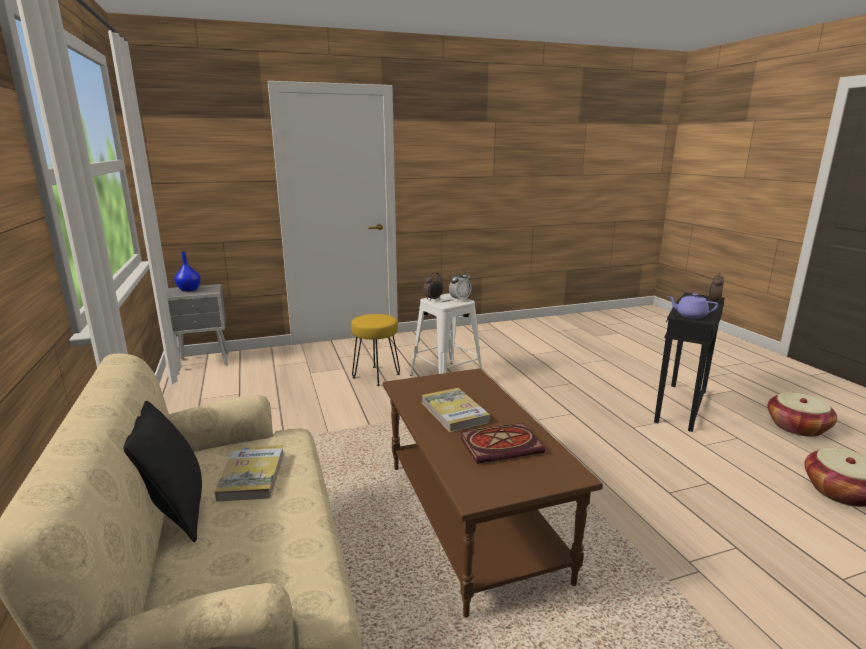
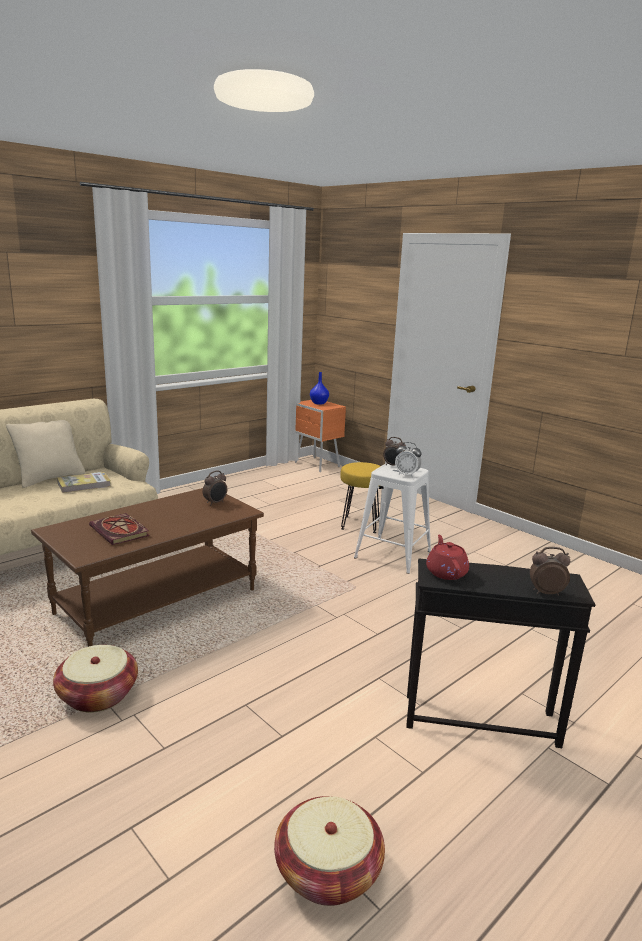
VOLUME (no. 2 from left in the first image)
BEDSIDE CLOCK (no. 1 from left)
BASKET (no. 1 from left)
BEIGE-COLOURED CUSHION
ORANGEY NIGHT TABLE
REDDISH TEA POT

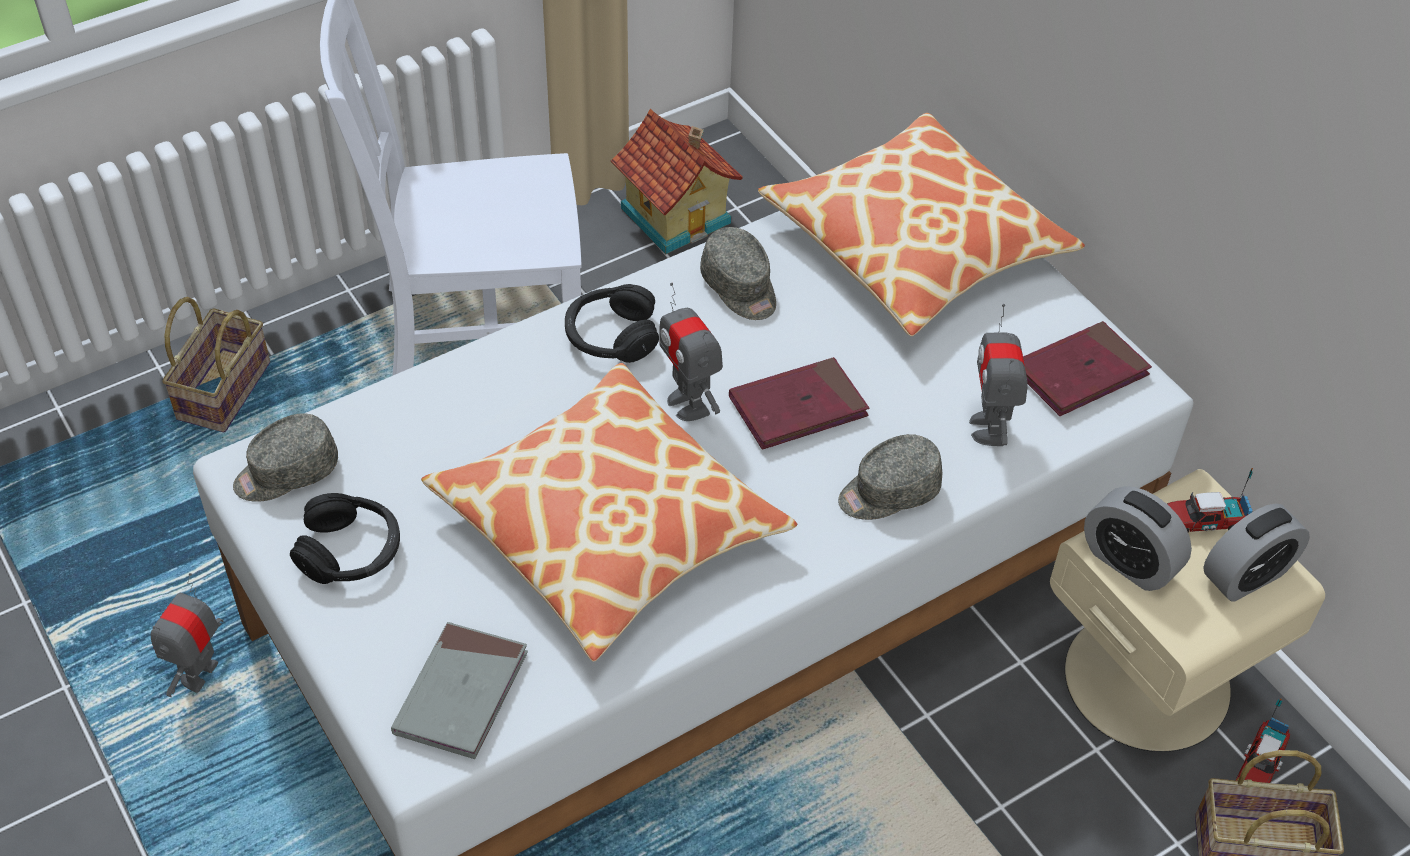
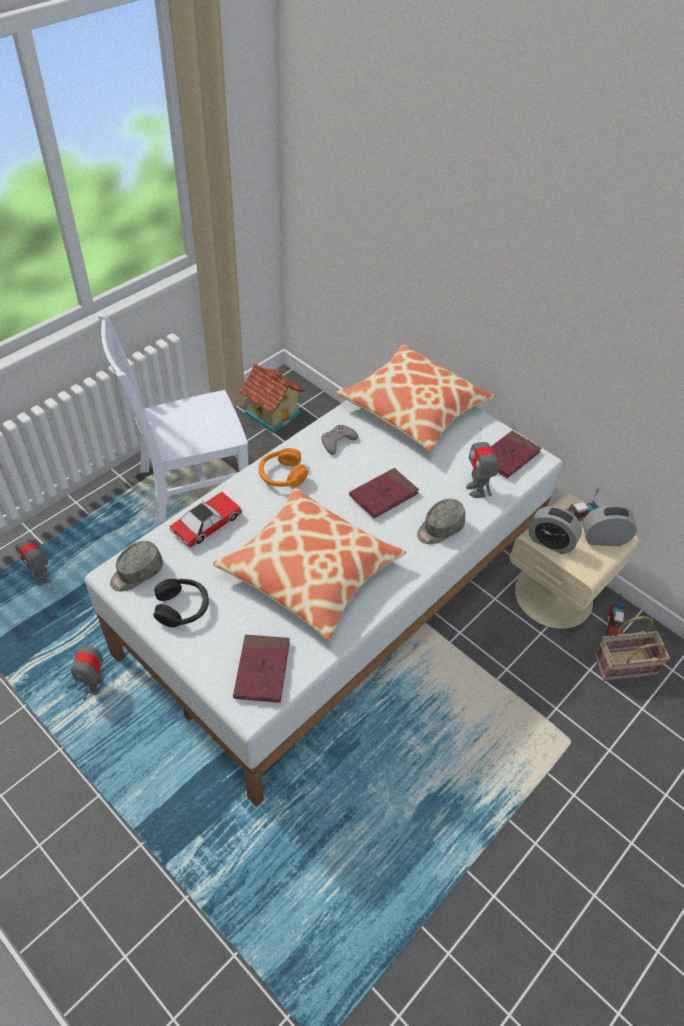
BASKET (no. 1 from left in the first image)
MINIATURE CAR
TOY ROBOT (no. 1 from left)
GREY JOYPAD
REDDISH VOLUME (no. 1 from left)
ORANGEY PAIR OF HEADPHONES
BEDSIDE CLOCK (no. 2 from left)

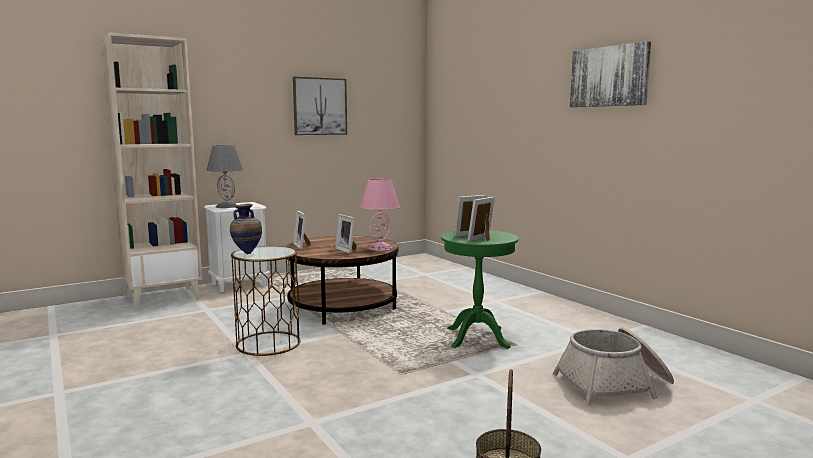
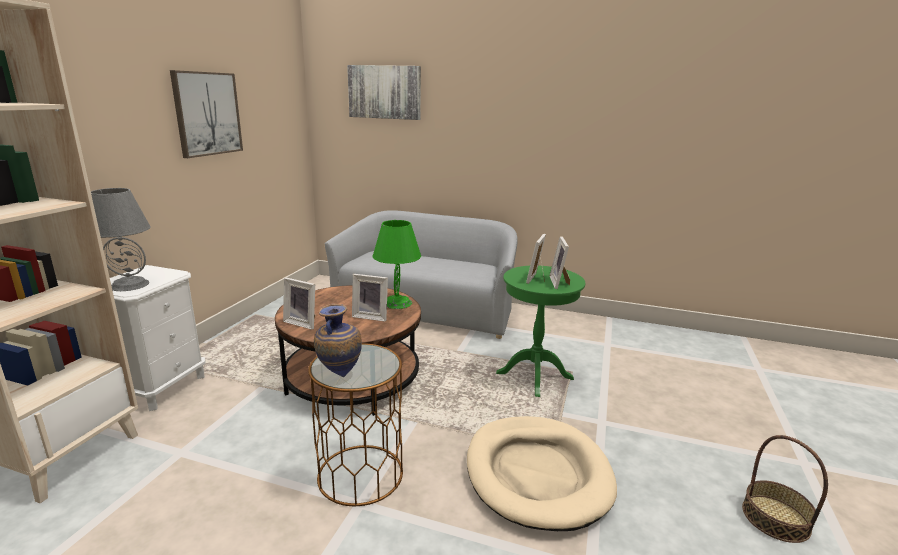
BASKET (no. 2 from left in the first image)
GREY SOFA
BEIGE-COLOURED PET BED
WALL ART (no. 2 from left)
GREENISH TABLETOP LAMP

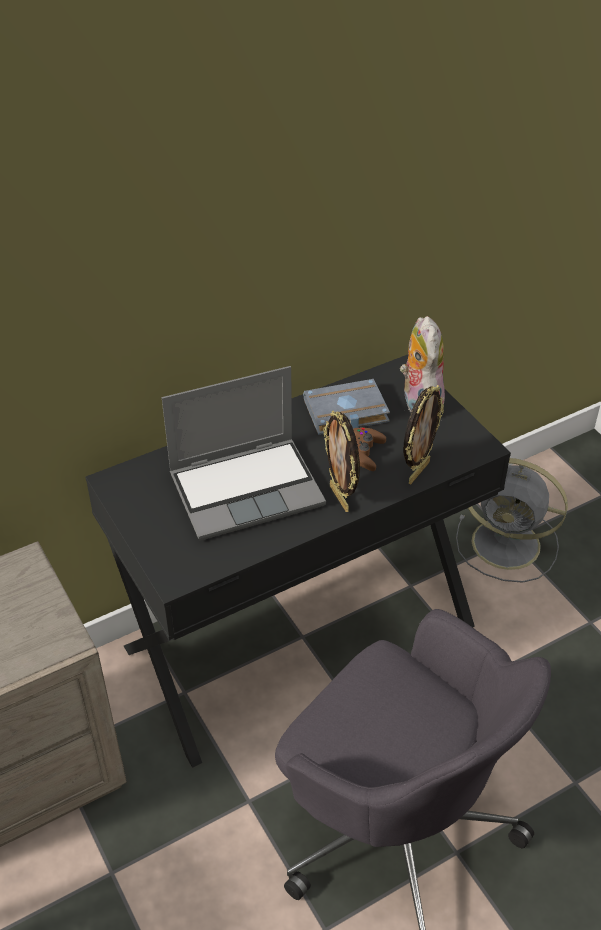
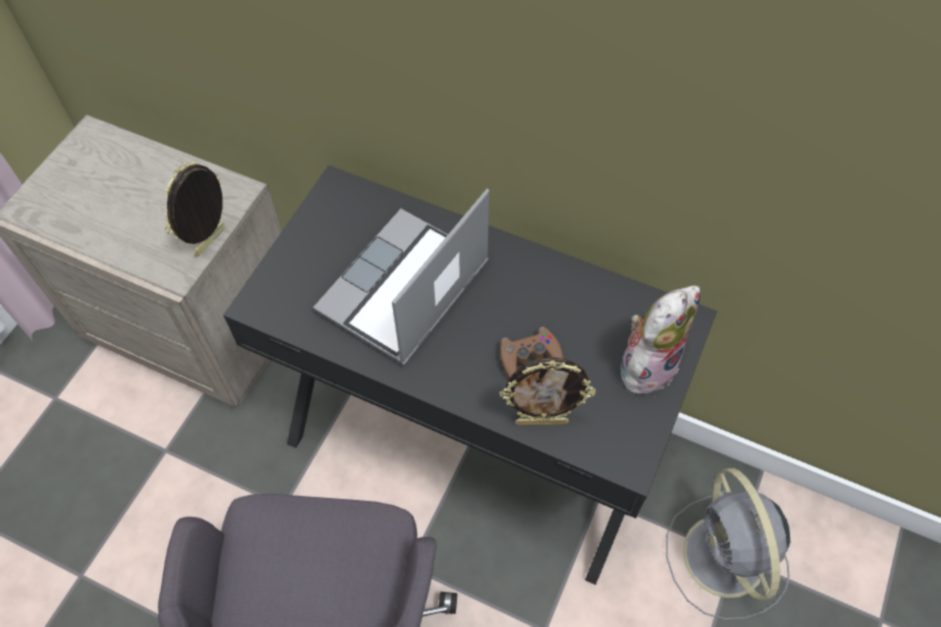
GREY VOLUME
PICTURE FRAME (no. 1 from left)
NOTEBOOK COMPUTER

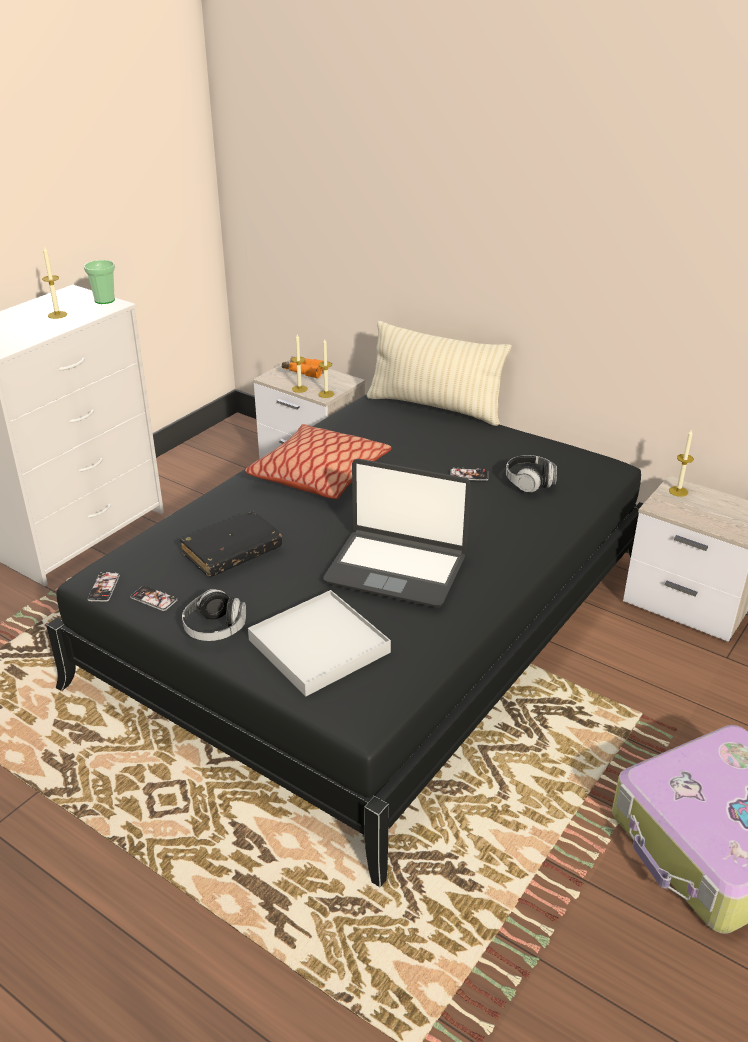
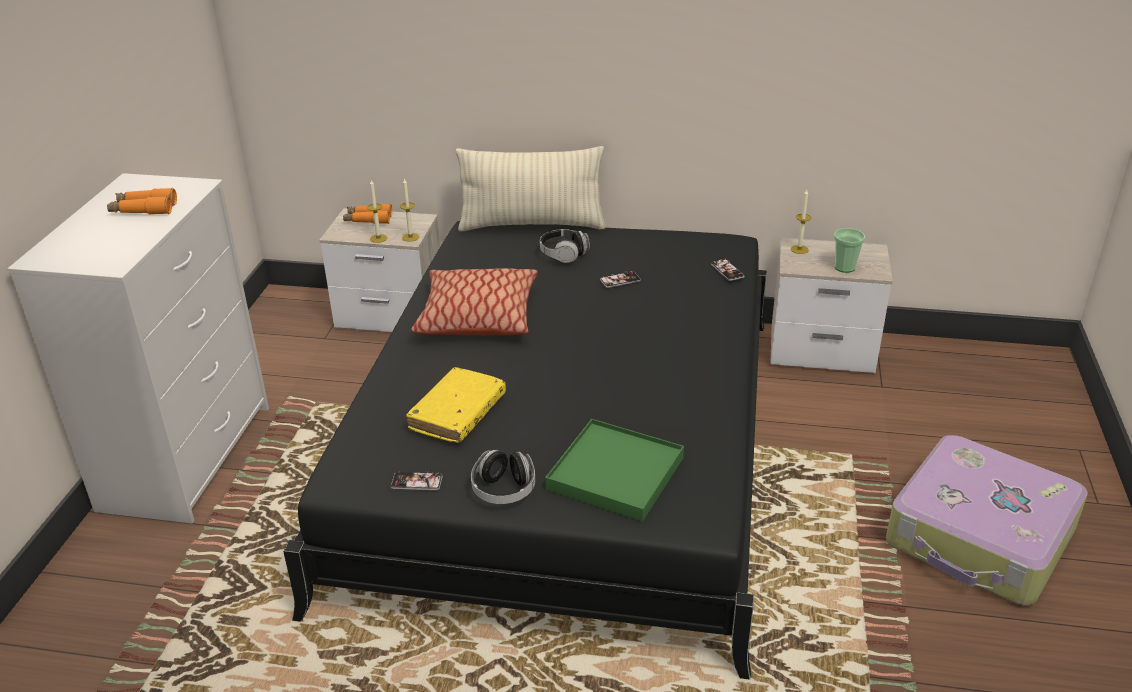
NOTEBOOK COMPUTER
SMALL CUP
PHONE (no. 3 from left)
PAIR OF HEADPHONES (no. 2 from left)
ORANGEY FIELD GLASSES (no. 1 from left)
YELLOW VOLUME
GREENISH TRAY

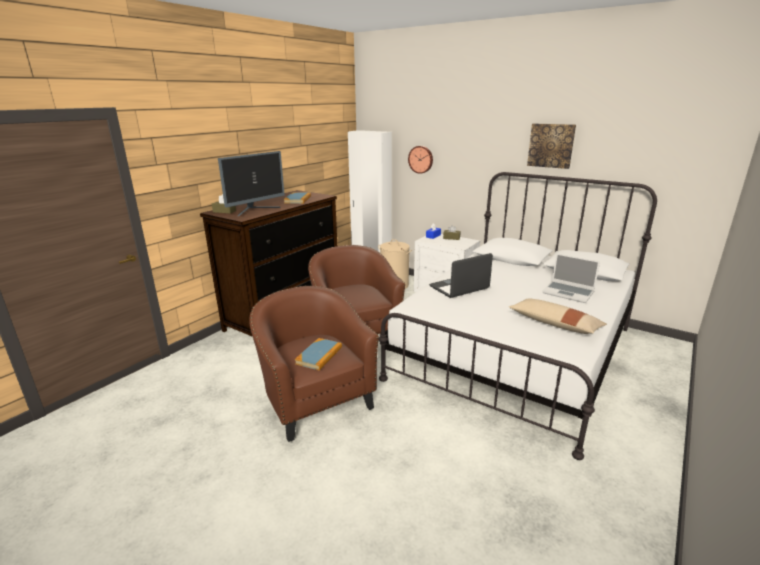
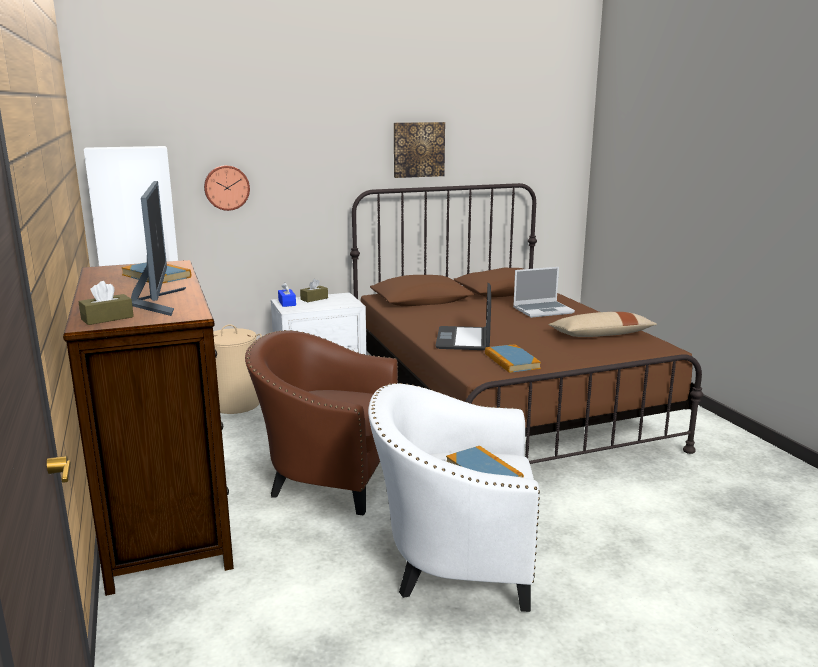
VOLUME (no. 3 from left)
WHITISH LOUNGE CHAIR
BROWN BEDROOM BED

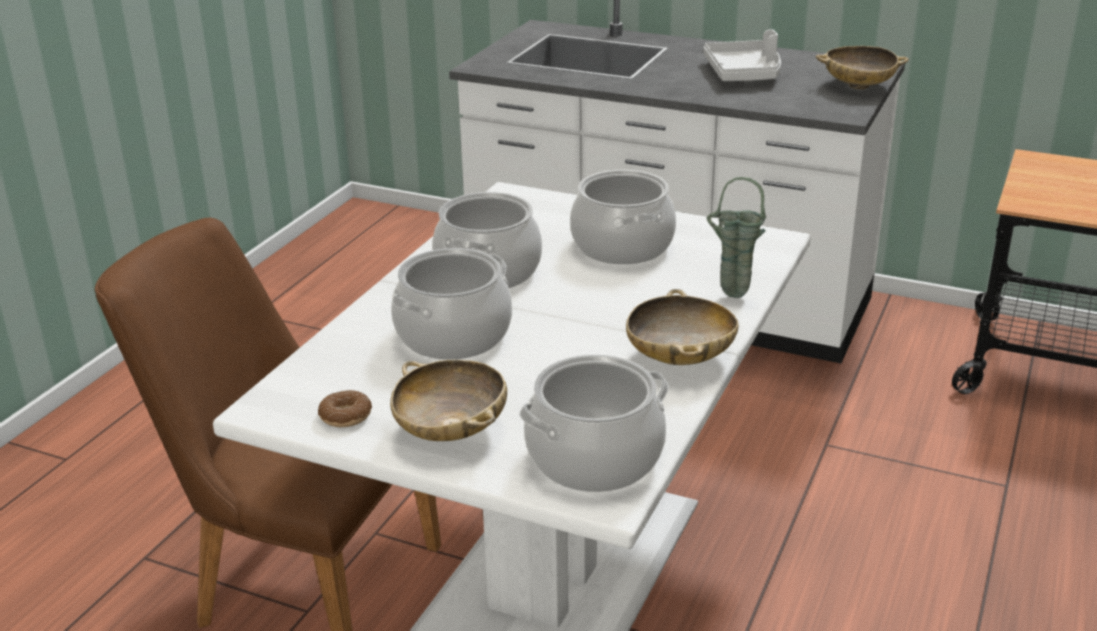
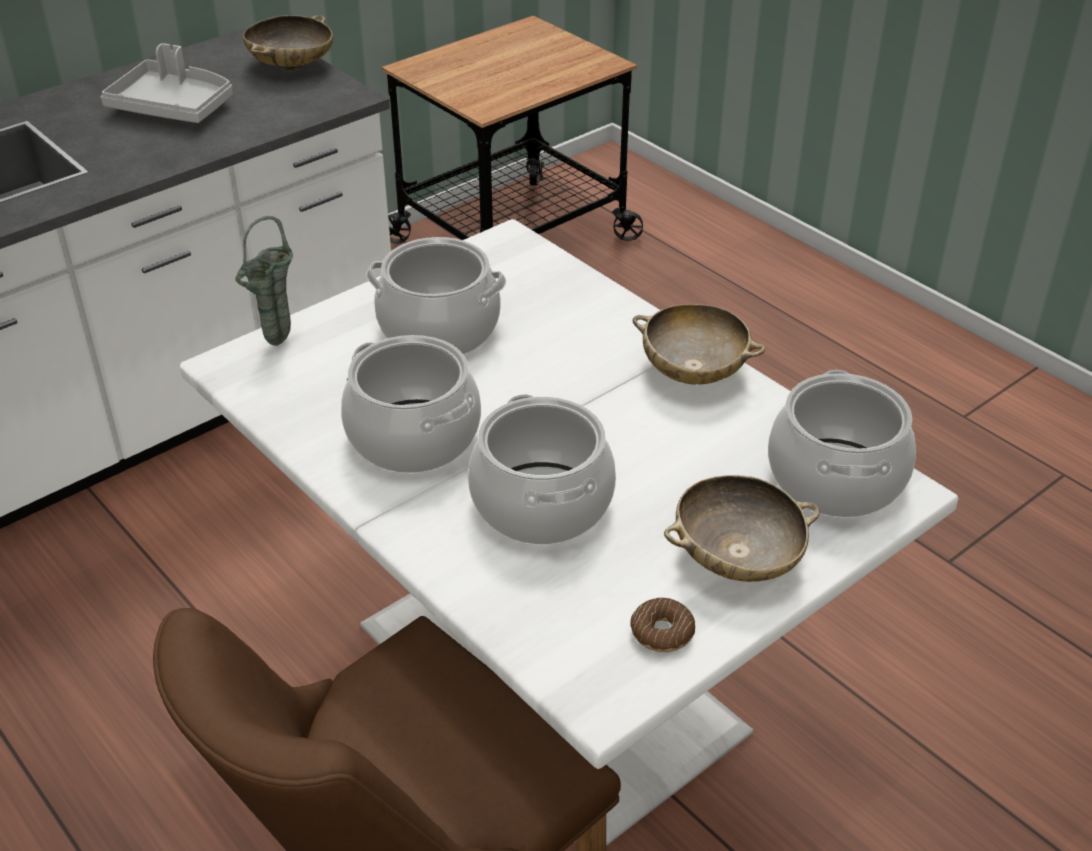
GREENISH DECORATIVE VASE

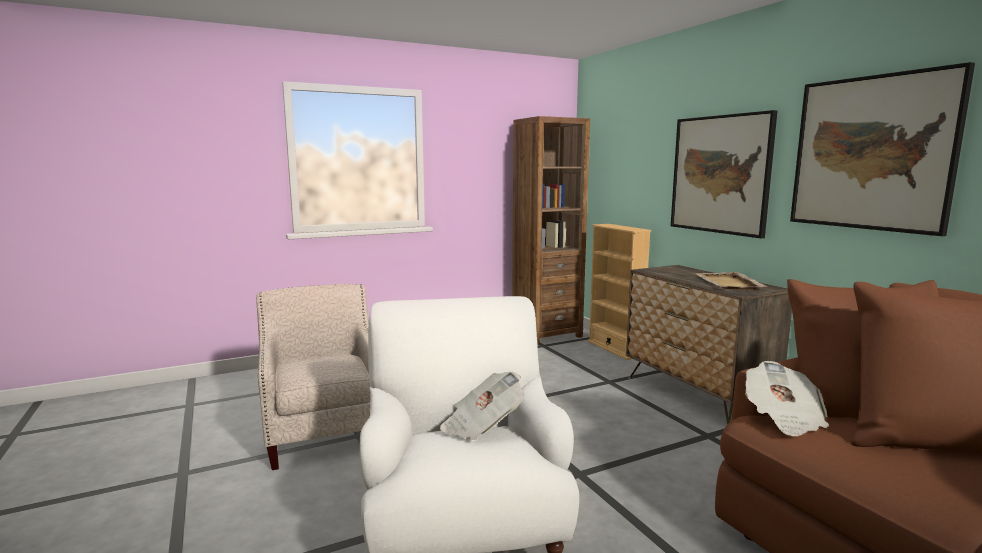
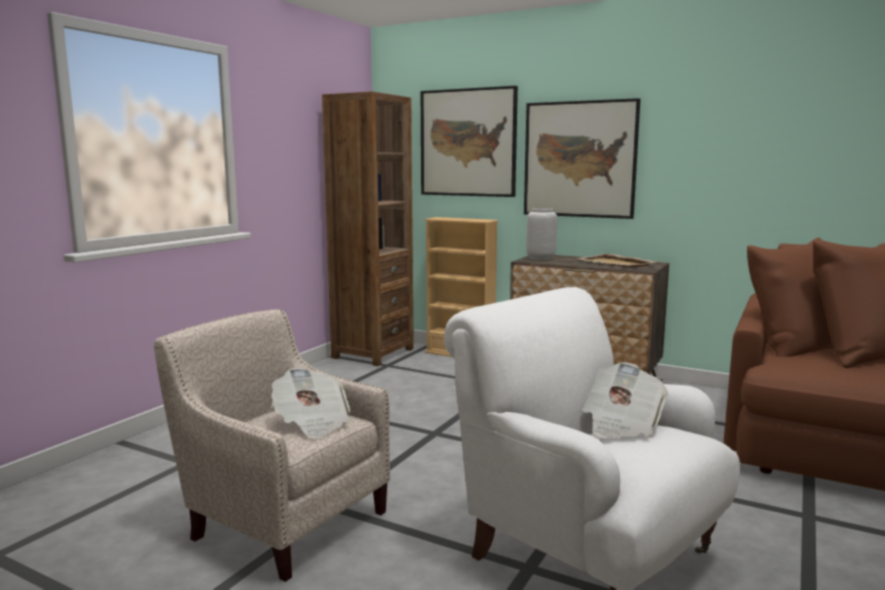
GREY DECORATIVE VASE
DAILY PAPER (no. 1 from left)
WALL ART (no. 1 from left)

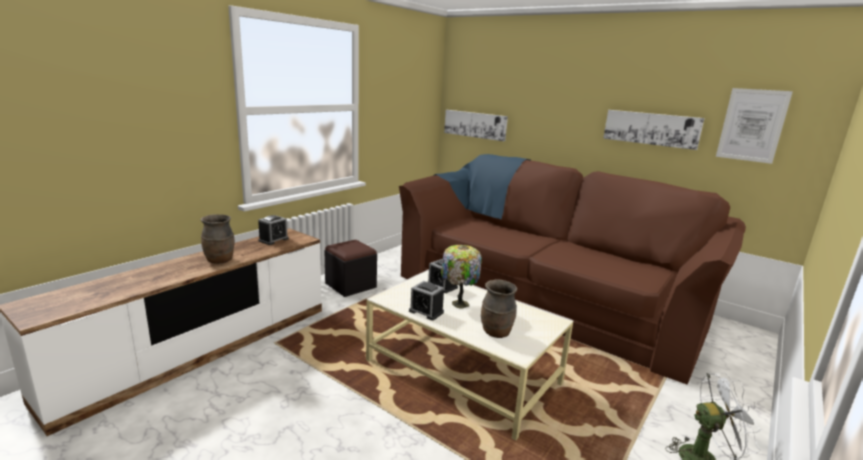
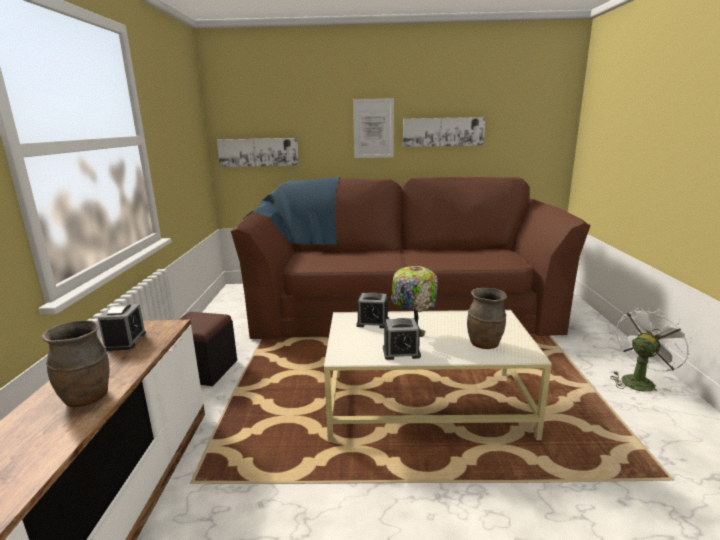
WALL ART (no. 2 from left)

